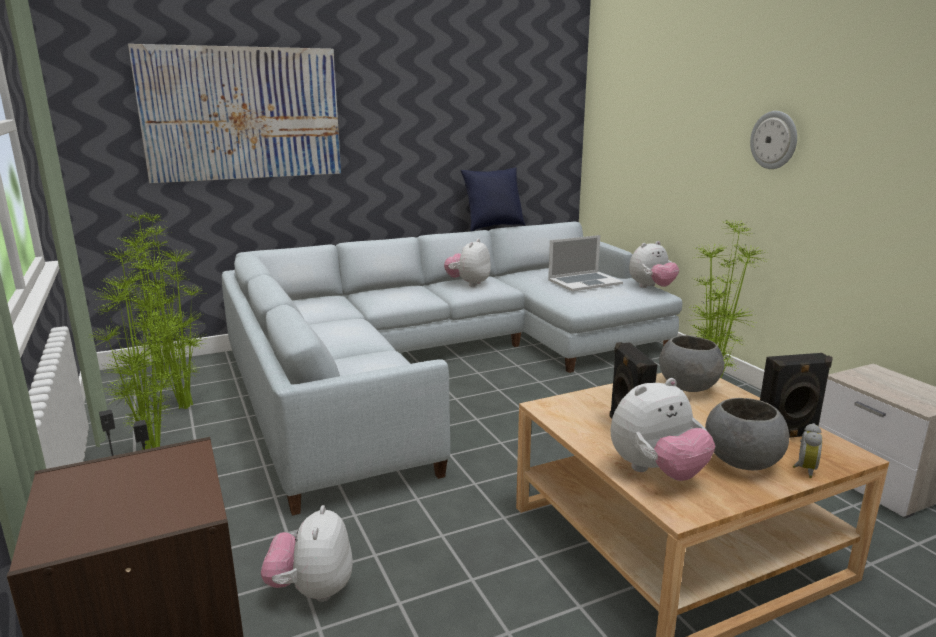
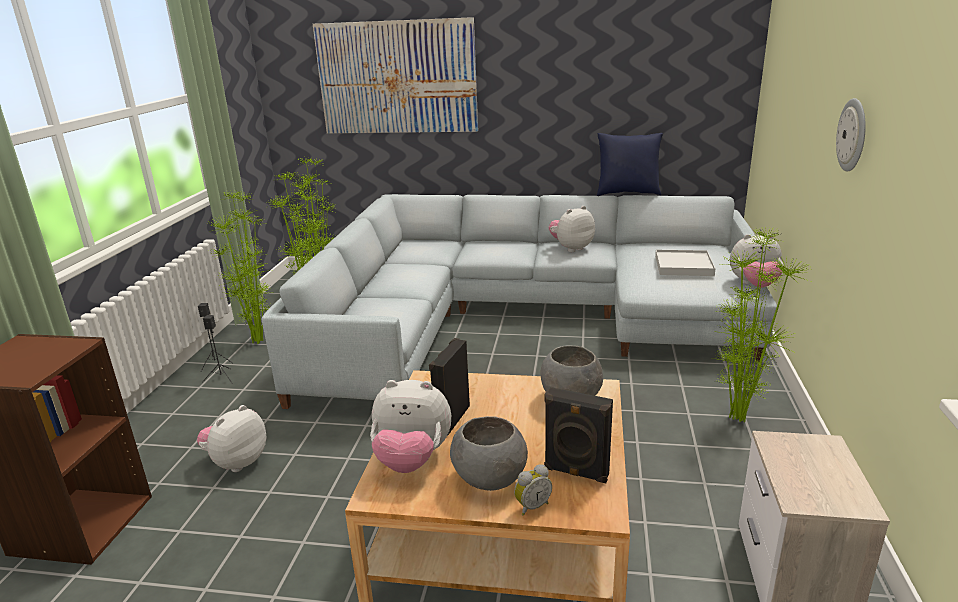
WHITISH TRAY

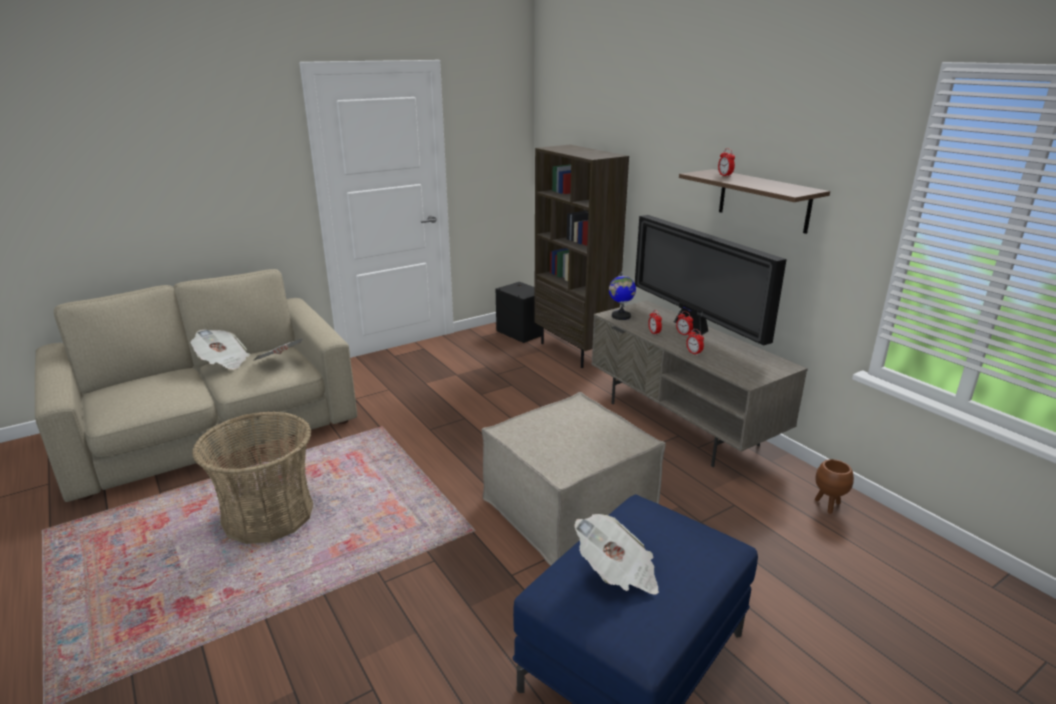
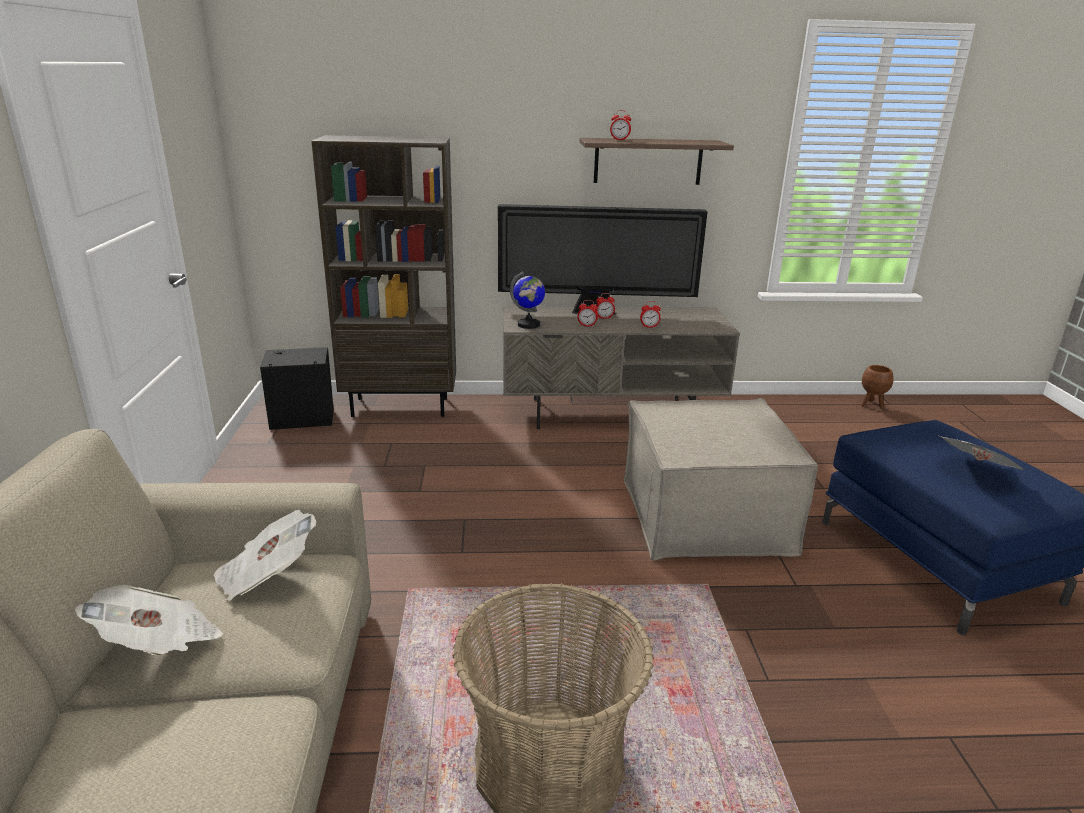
BROWN FLOWER POT

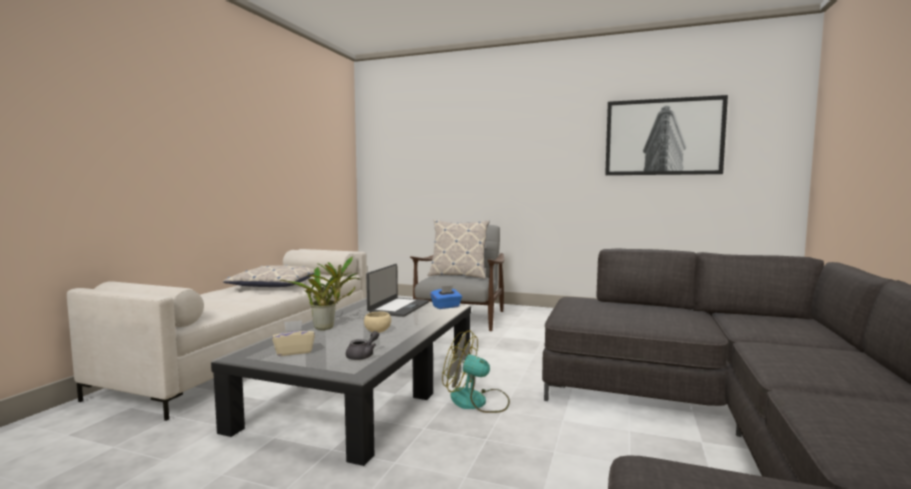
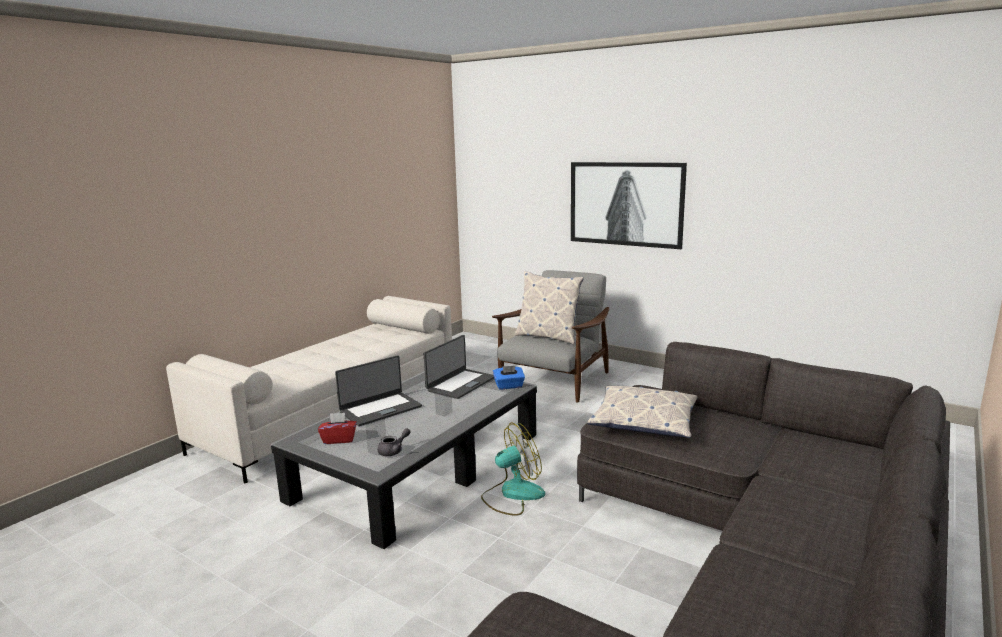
BEIGE-COLOURED DEEP DISH
CUSHION (no. 2 from left)
WALL ART
NOTEBOOK COMPUTER (no. 1 from left)
REDDISH TISSUE HOLDER
FAN

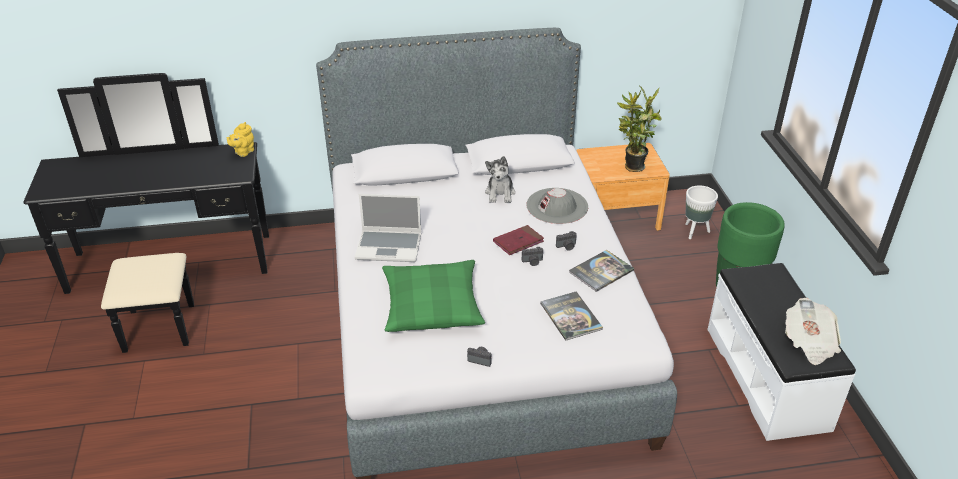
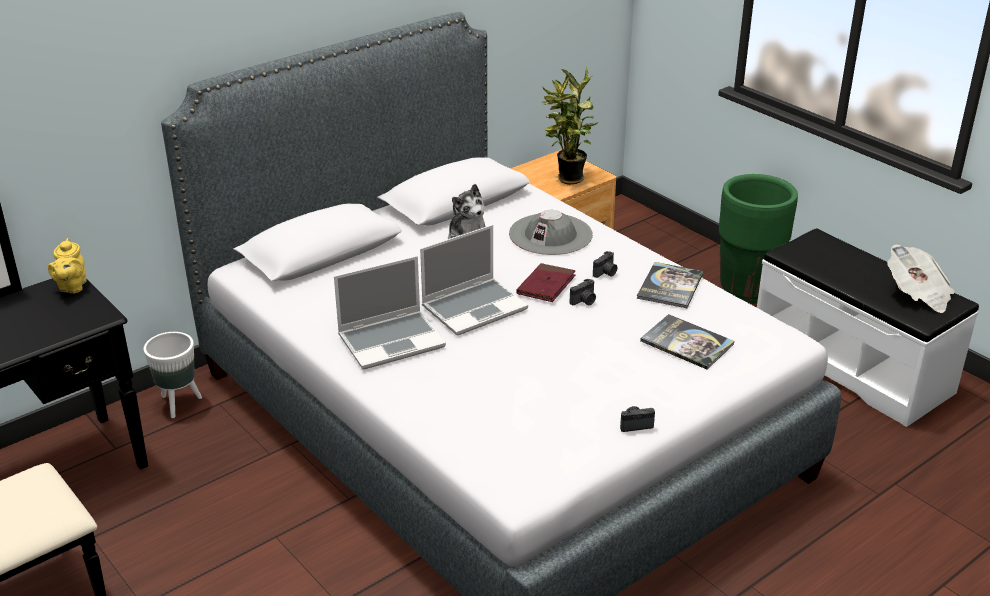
GREENISH CUSHION
NOTEBOOK COMPUTER (no. 2 from left)
WHITISH FLOWER POT

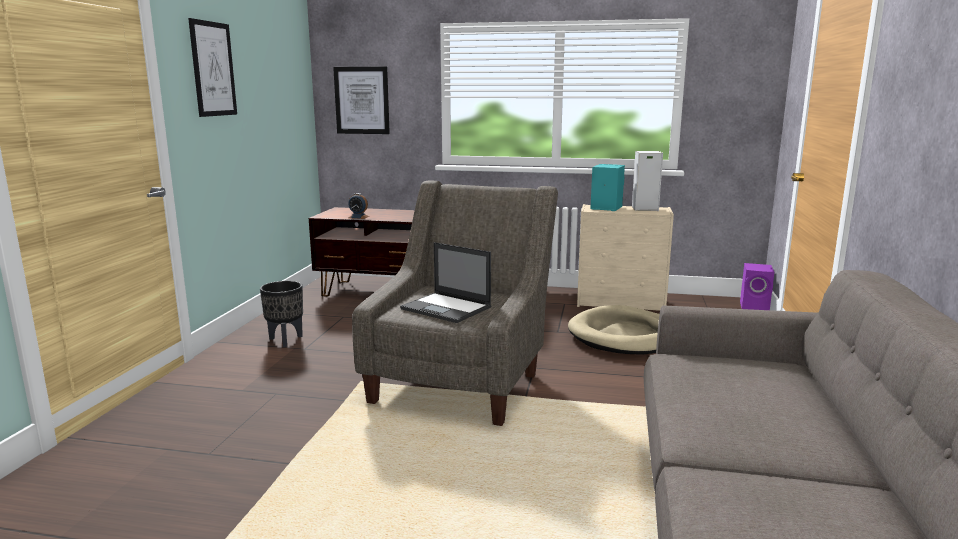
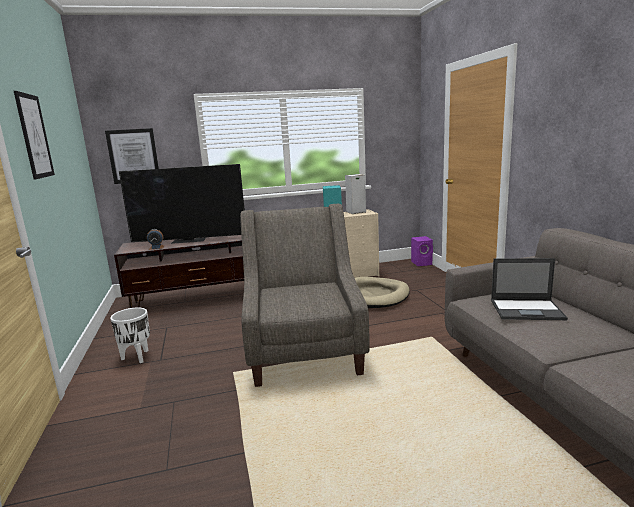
TV
NOTEBOOK COMPUTER
WHITISH FLOWER POT

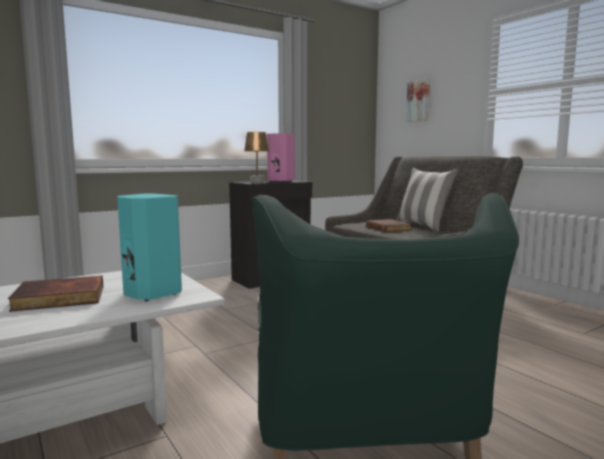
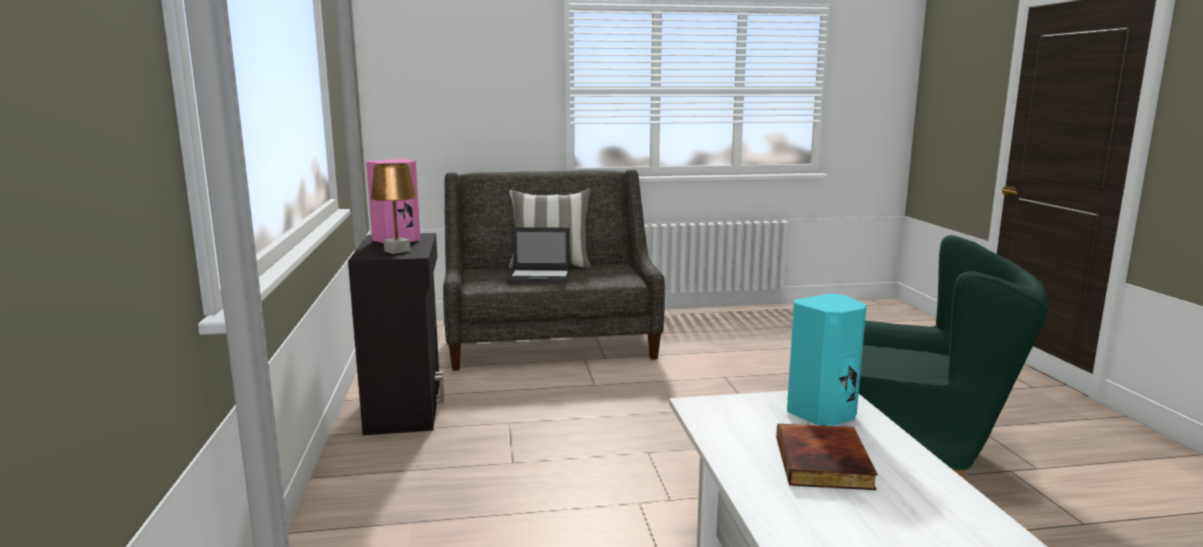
WALL ART
NOTEBOOK COMPUTER

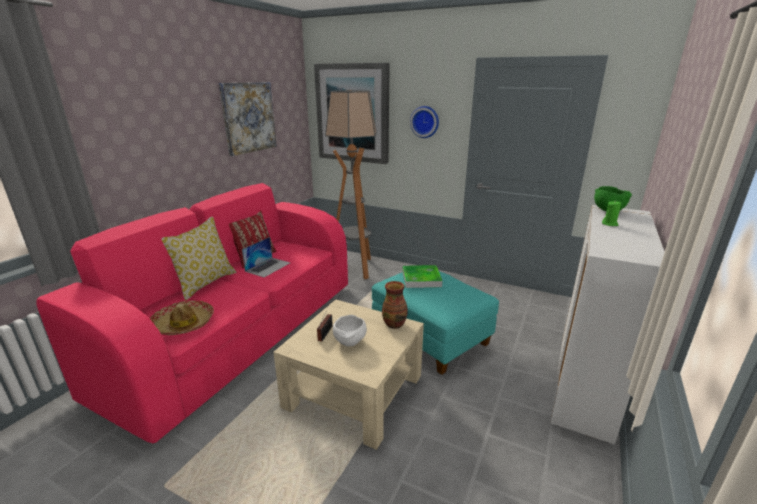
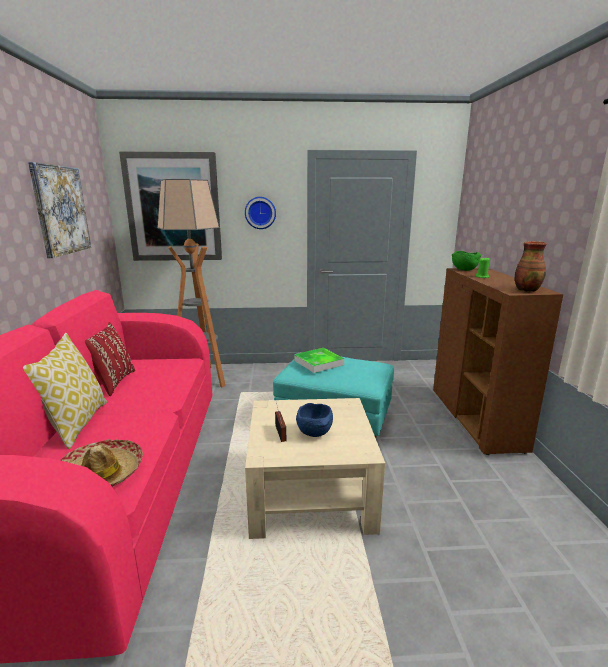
NOTEBOOK COMPUTER
DECORATIVE VASE
BLUISH DEEP DISH
BROWN CUPBOARD

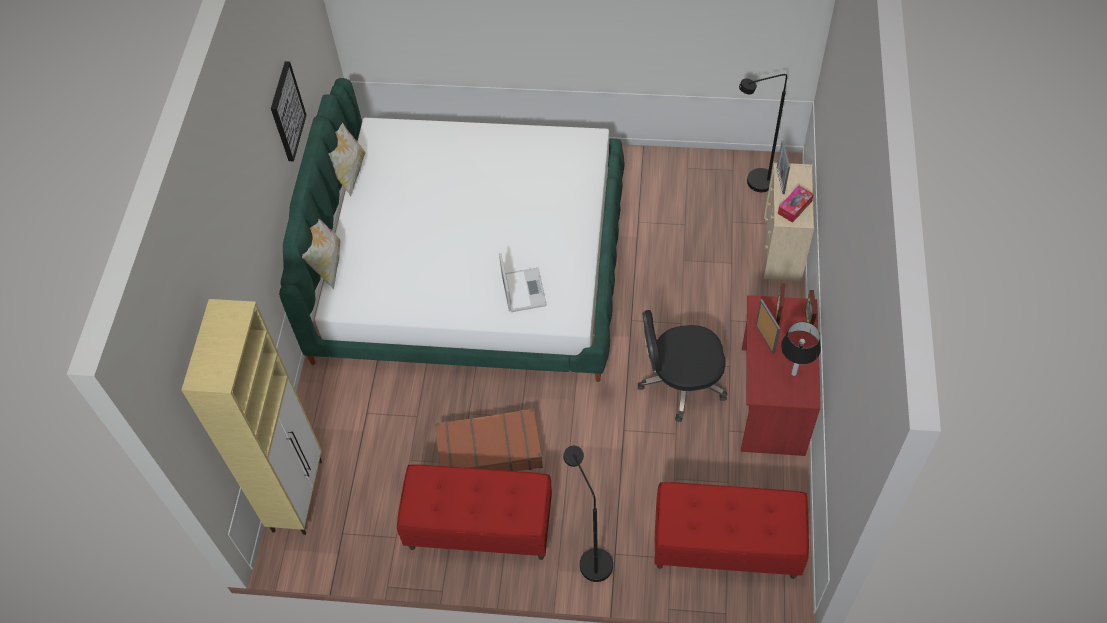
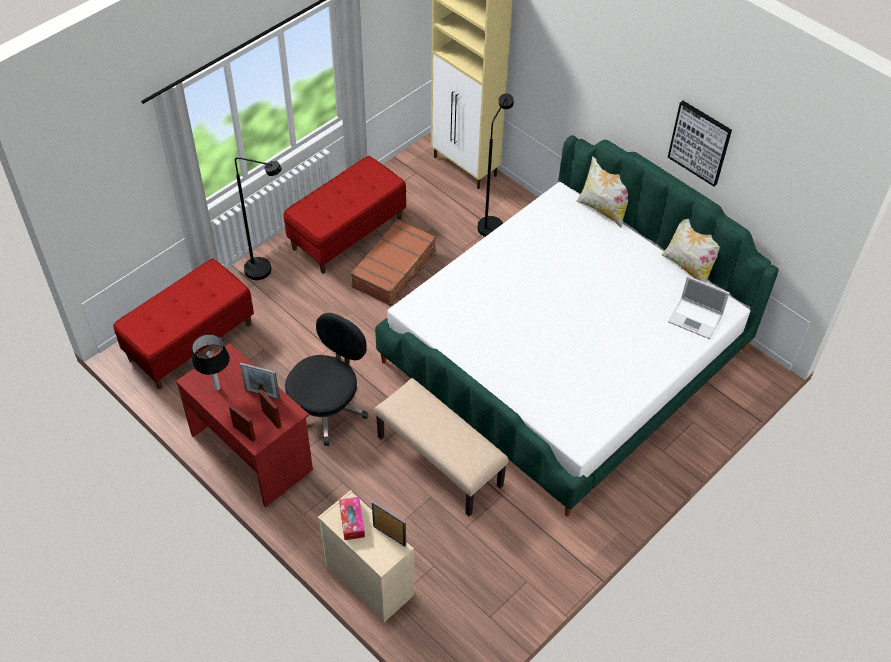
BEIGE-COLOURED LONG SEAT
NOTEBOOK COMPUTER
BLACKISH STANDING LAMP (no. 2 from left)

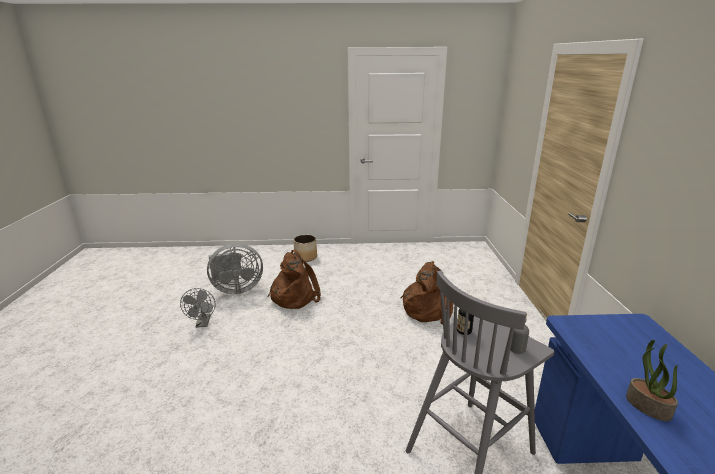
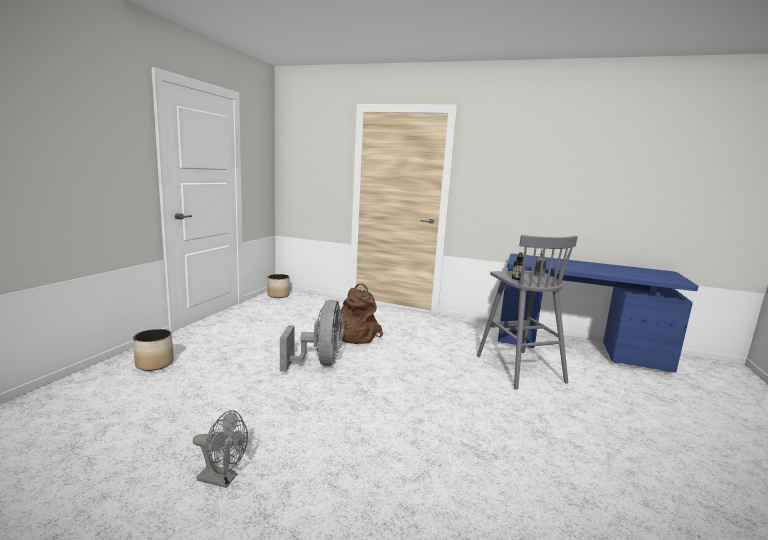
BROWN RUCKSACK (no. 1 from left in the first image)
PLANT IN A POT
FLOWER POT (no. 2 from left)
GREY FAN (no. 2 from left)

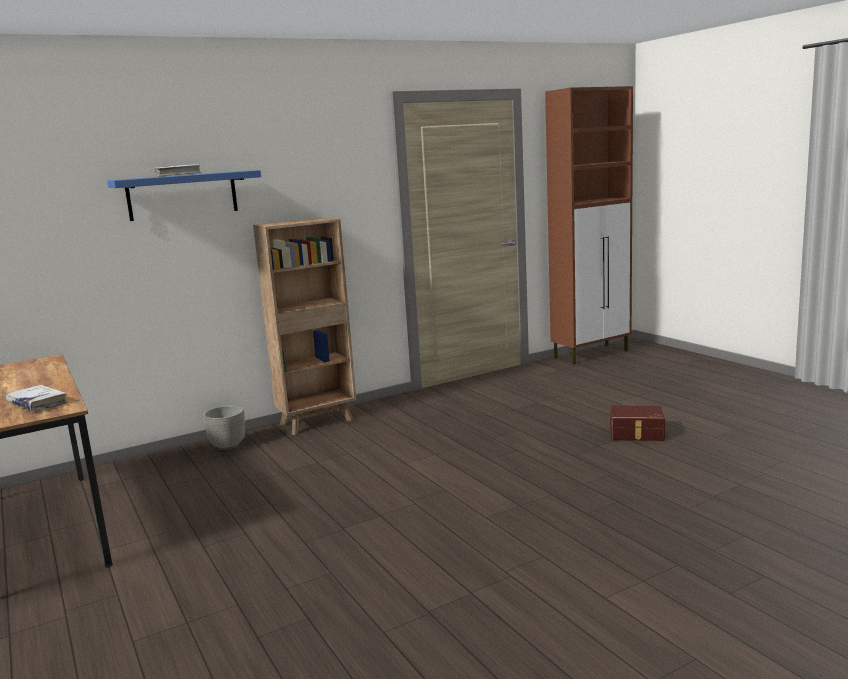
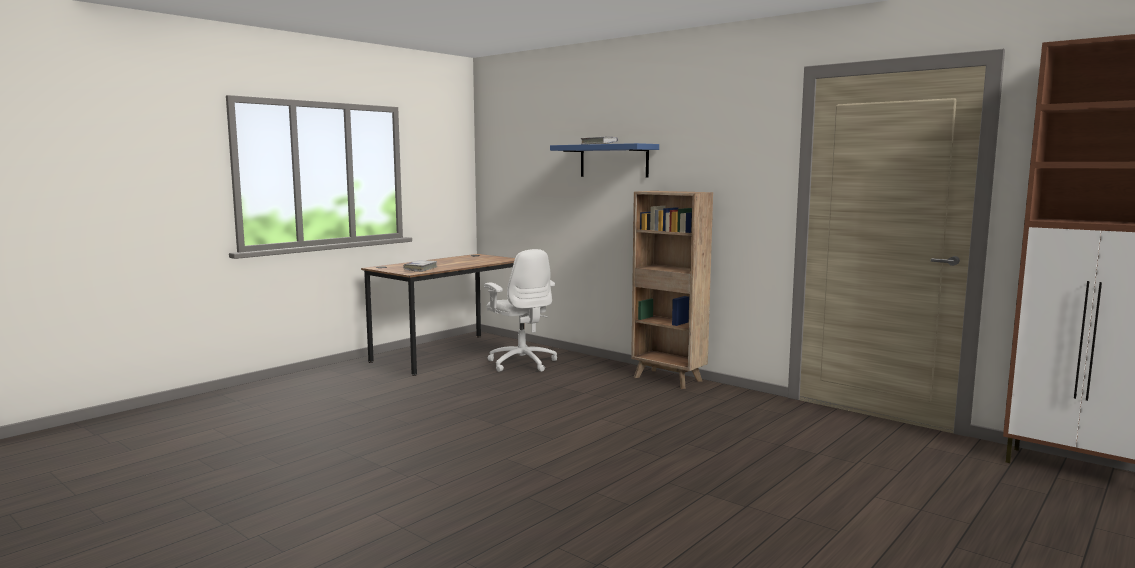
GREY FLOWER POT
BROWN STORAGE BIN
WHITISH COMPUTER CHAIR

